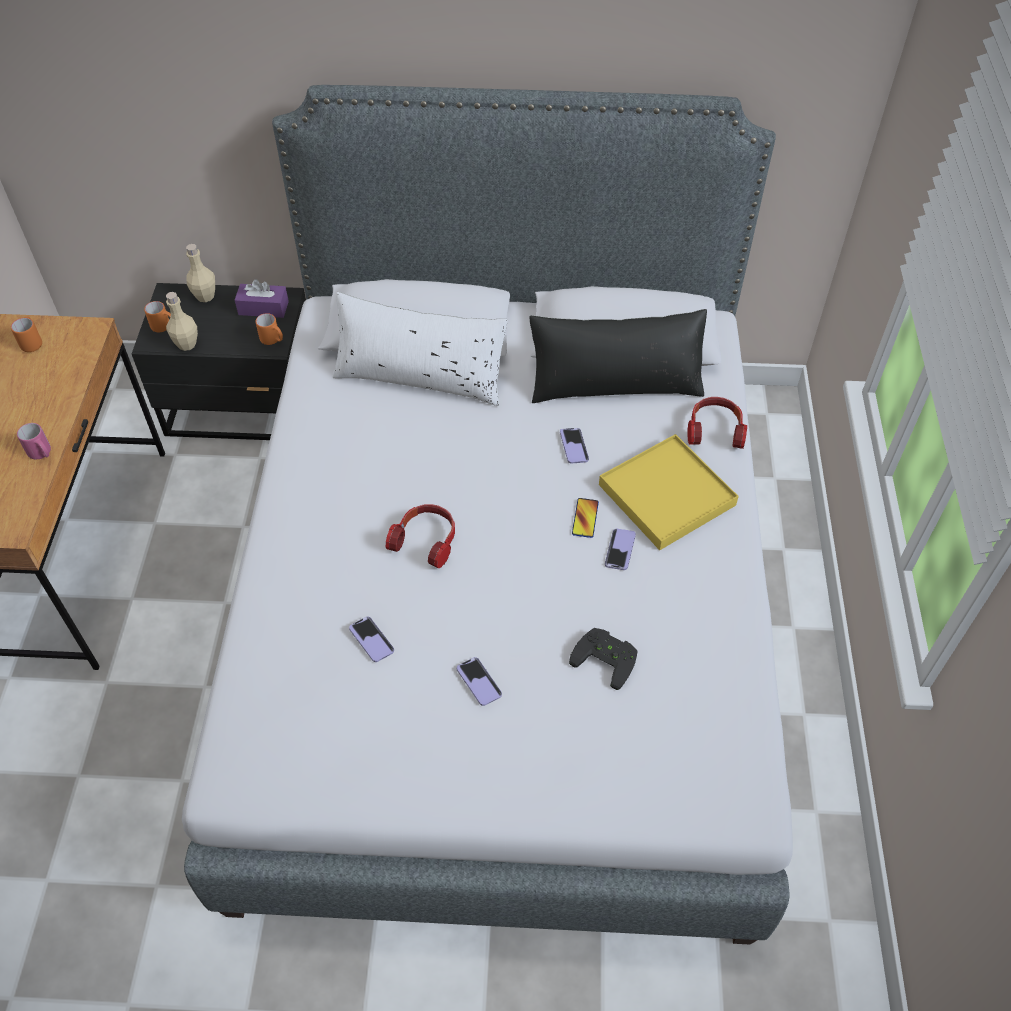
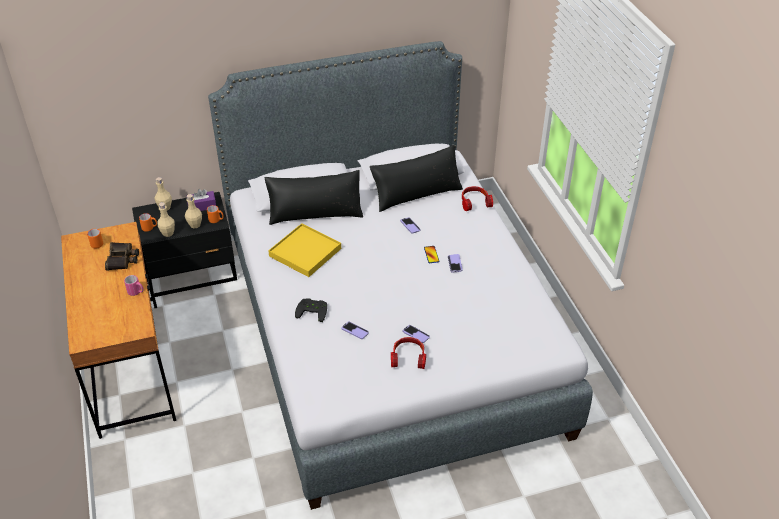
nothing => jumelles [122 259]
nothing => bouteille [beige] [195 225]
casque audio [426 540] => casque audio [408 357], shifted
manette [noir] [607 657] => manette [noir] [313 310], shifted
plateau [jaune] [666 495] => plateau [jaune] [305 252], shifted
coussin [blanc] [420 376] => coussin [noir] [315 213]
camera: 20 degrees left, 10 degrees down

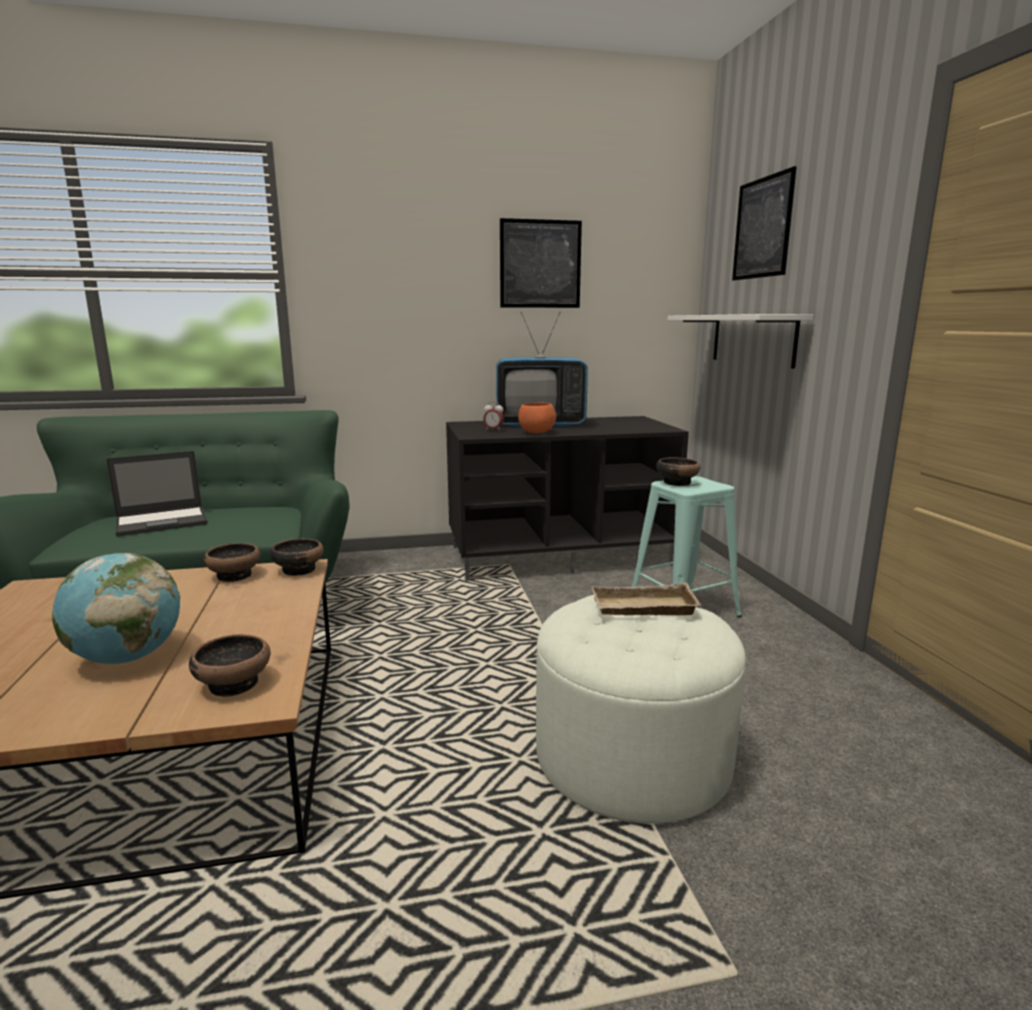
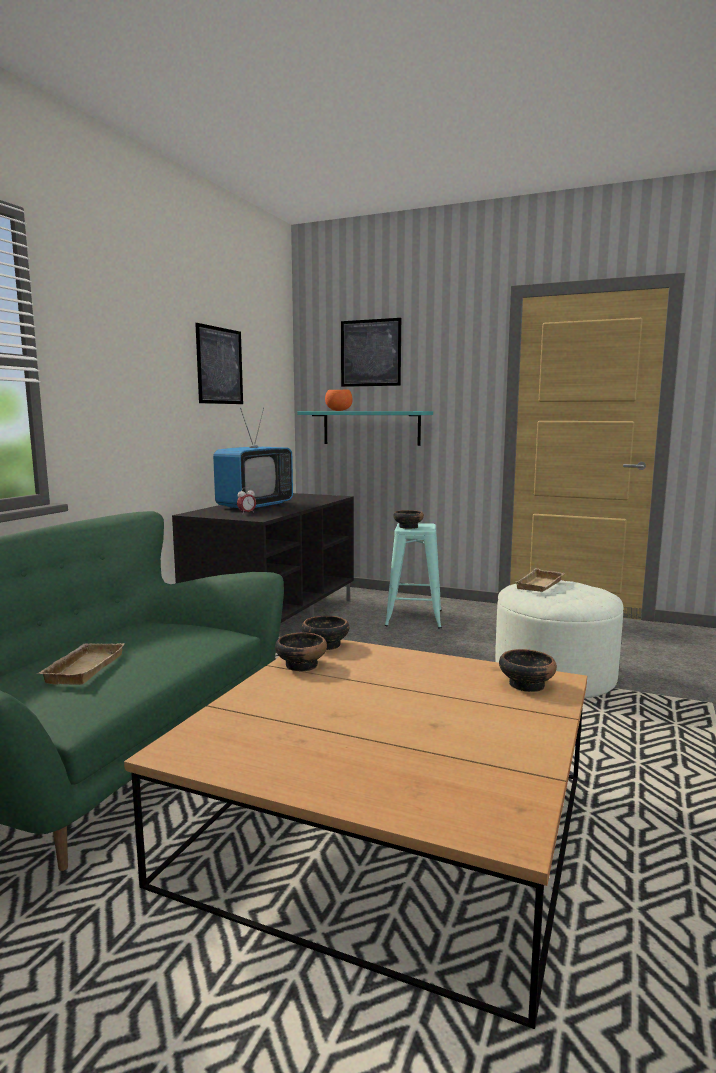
globe [127 658] => nothing
bol [orange] [537 433] => bol [orange] [338 411], shifted
ordinateur portable [163 521] => plateau [beige] [82 668]
étagère [blanc] [752 339] => étagère [turquoise] [371 428]
camera: 55 degrees left, 5 degrees down

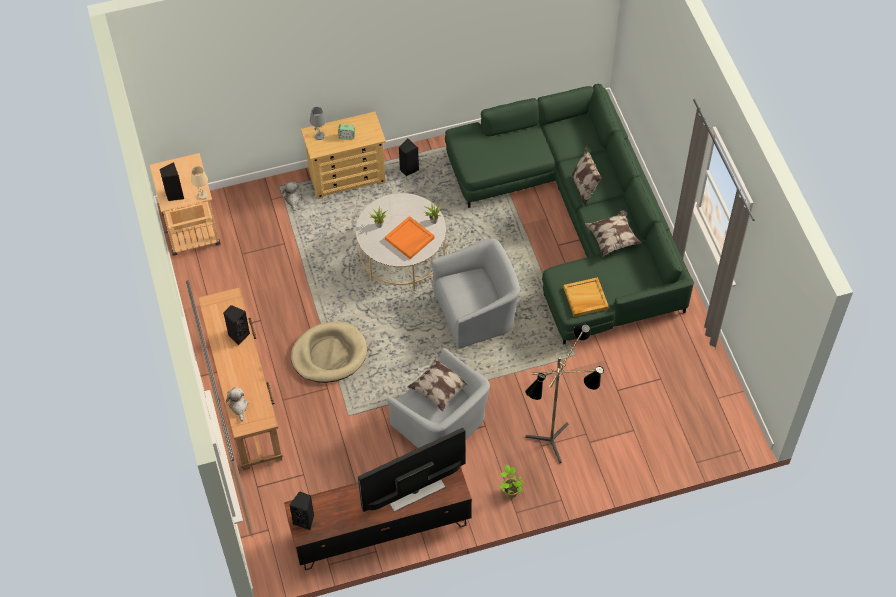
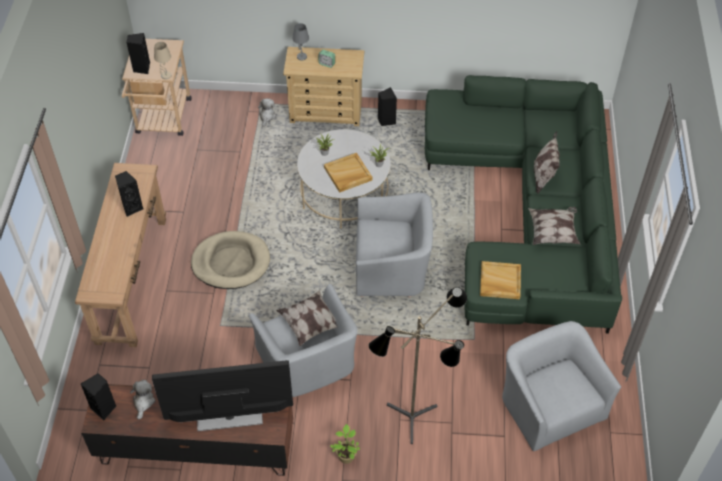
nothing => fauteuil [gris] [550 406]
peluche [238 406] => peluche [143 402], shifted
plateau [orange] [409 239] => plateau [beige] [347 174]
camera: 20 degrees right, 5 degrees down

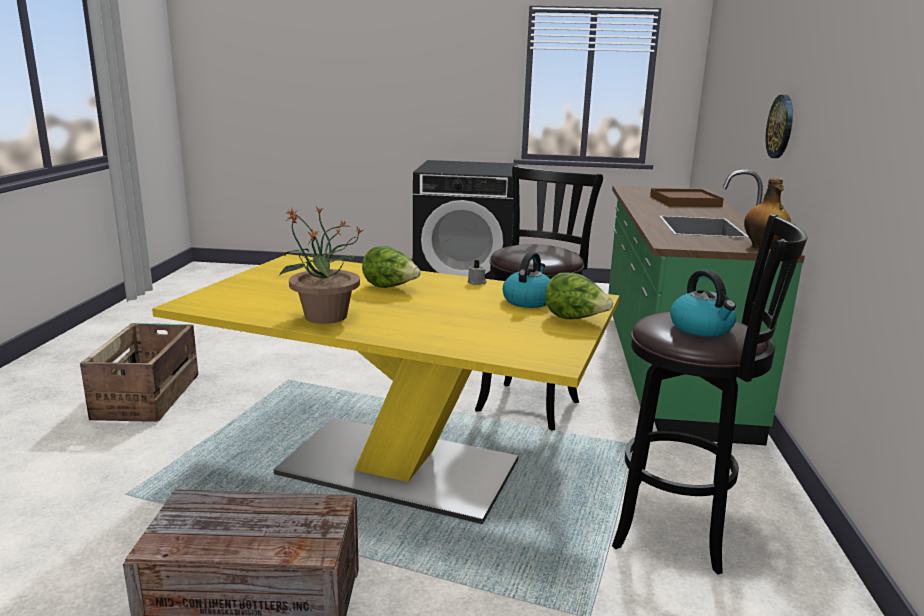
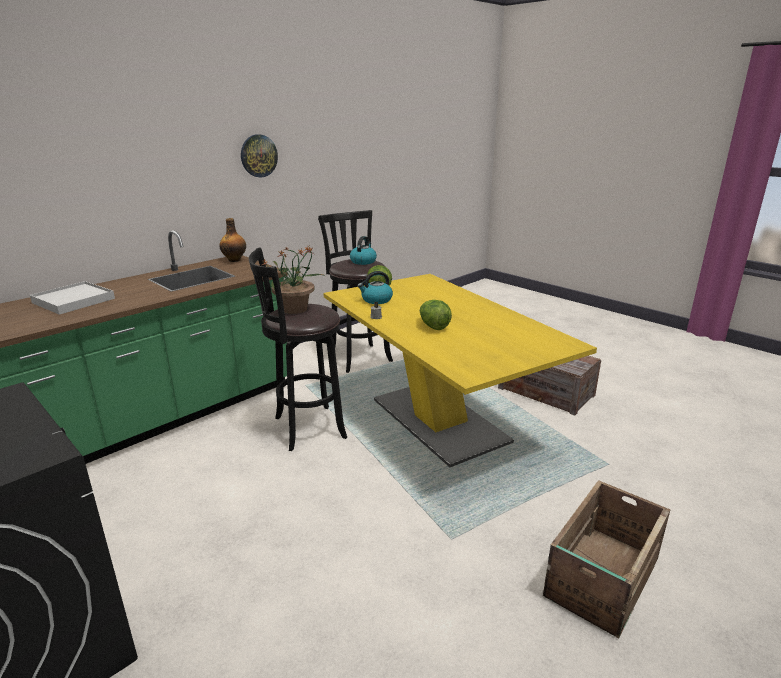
plante en pot [324 317] => plante en pot [295 309], shifted
horloge murale [781 126] => horloge murale [258 156], shifted
plateau [marron] [685 201] => plateau [blanc] [74 300]
camera: 140 degrees left, 5 degrees up

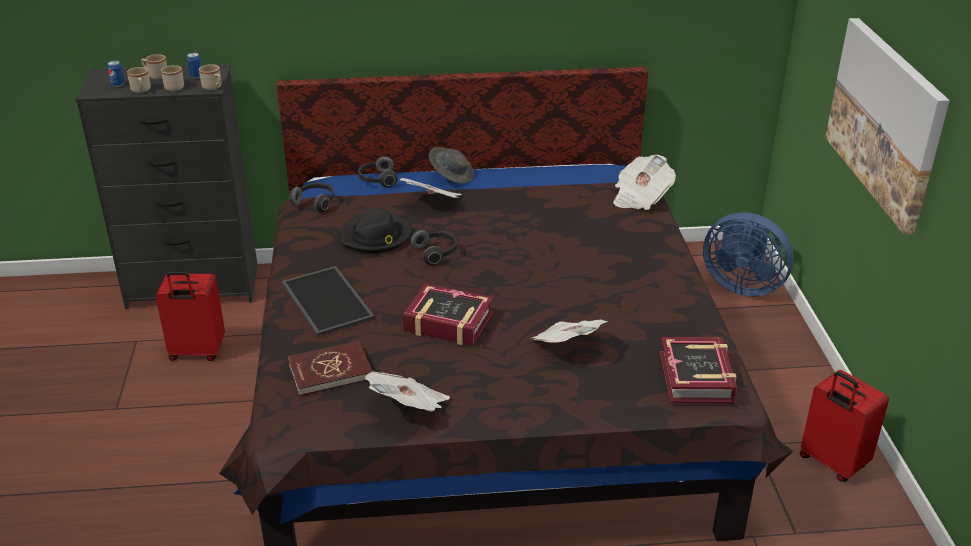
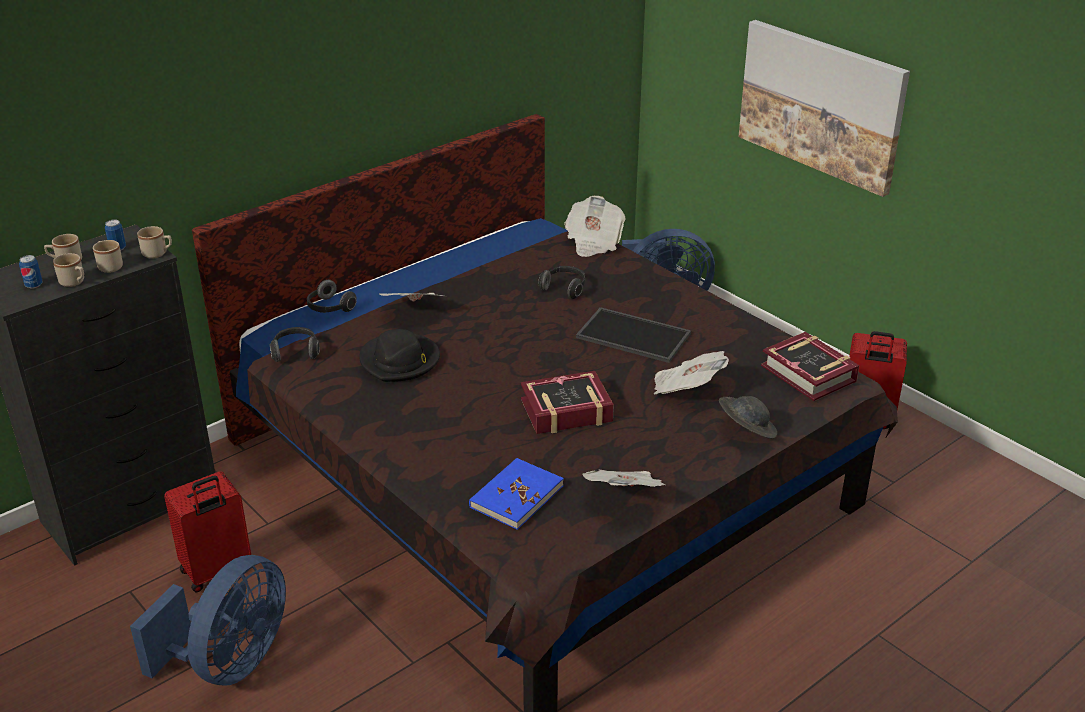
nothing => ventilateur [bleu] [230 663]
plateau [325 301] => plateau [631 336], shifted
casque audio [436 253] => casque audio [564 288], shifted
chapeau [gris] [451 175] => chapeau [gris] [746 430], shifted
livre [rouge] [330 371] => livre [bleu] [516 496]
camera: 35 degrees left, 0 degrees up

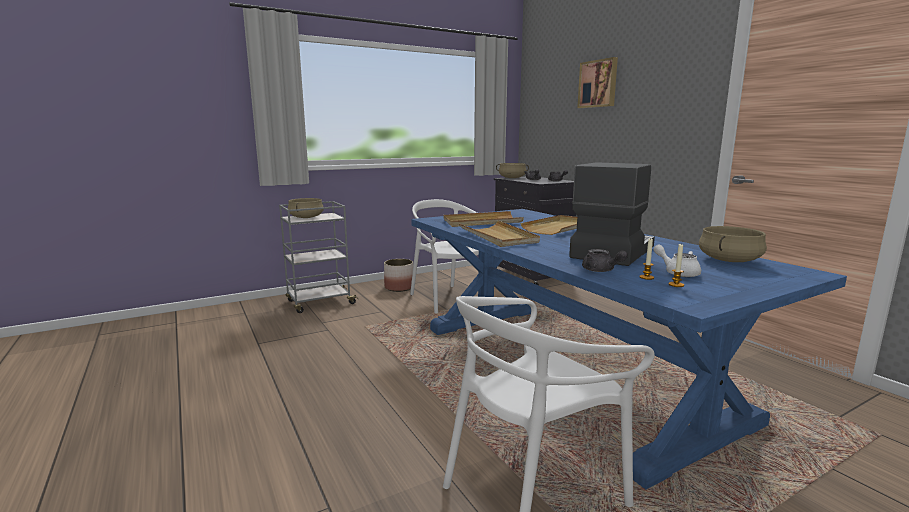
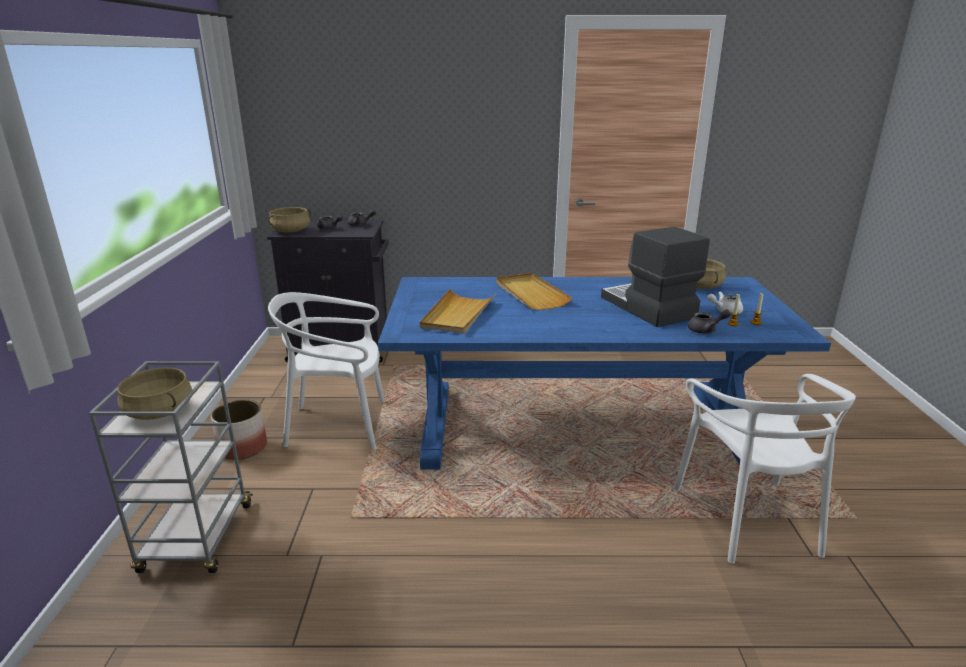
plateau [beige] [498 237] => nothing
tableau [598 84] => nothing
camera: 60 degrees left, 10 degrees up

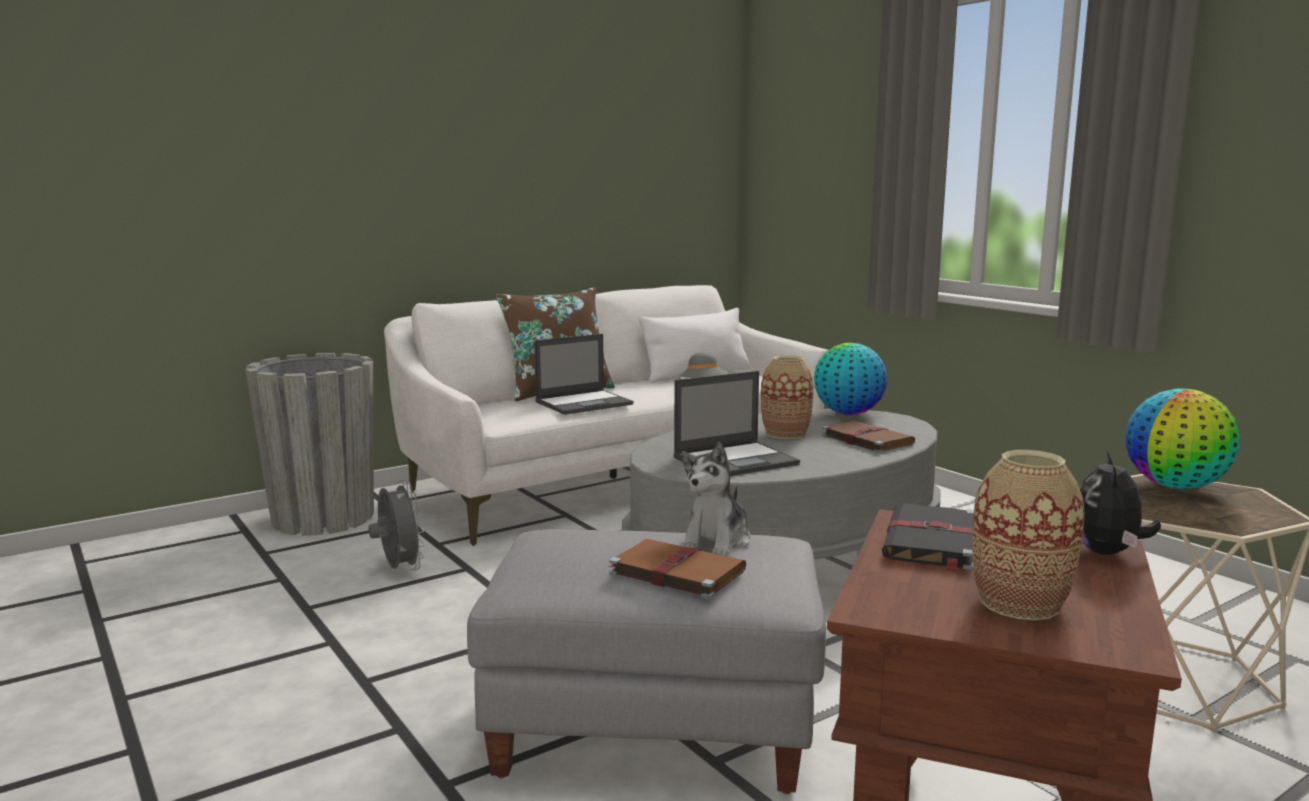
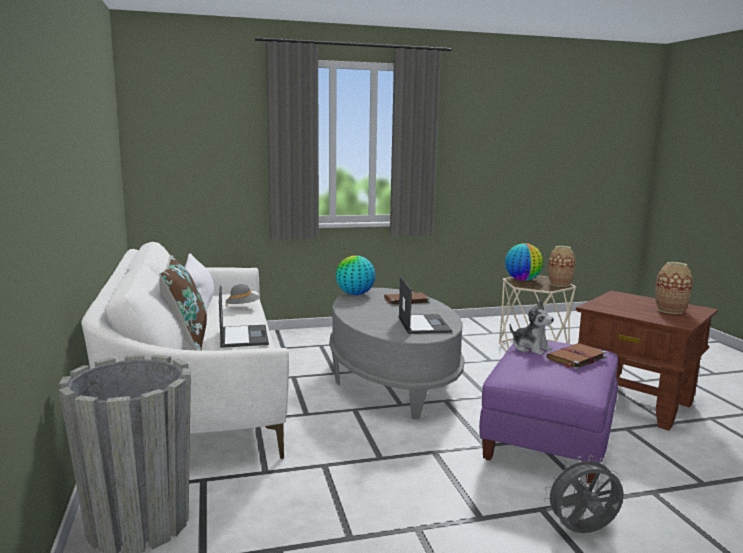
livre [noir] [931 542] => nothing
peluche [1108 552] => nothing
ventilateur [gris] [399 569] => ventilateur [gris] [582 532], shifted
vase [786 434] => vase [559 284], shifted
pouf [gris] [652 724] => pouf [violet] [549 441]
camera: 70 degrees left, 0 degrees up

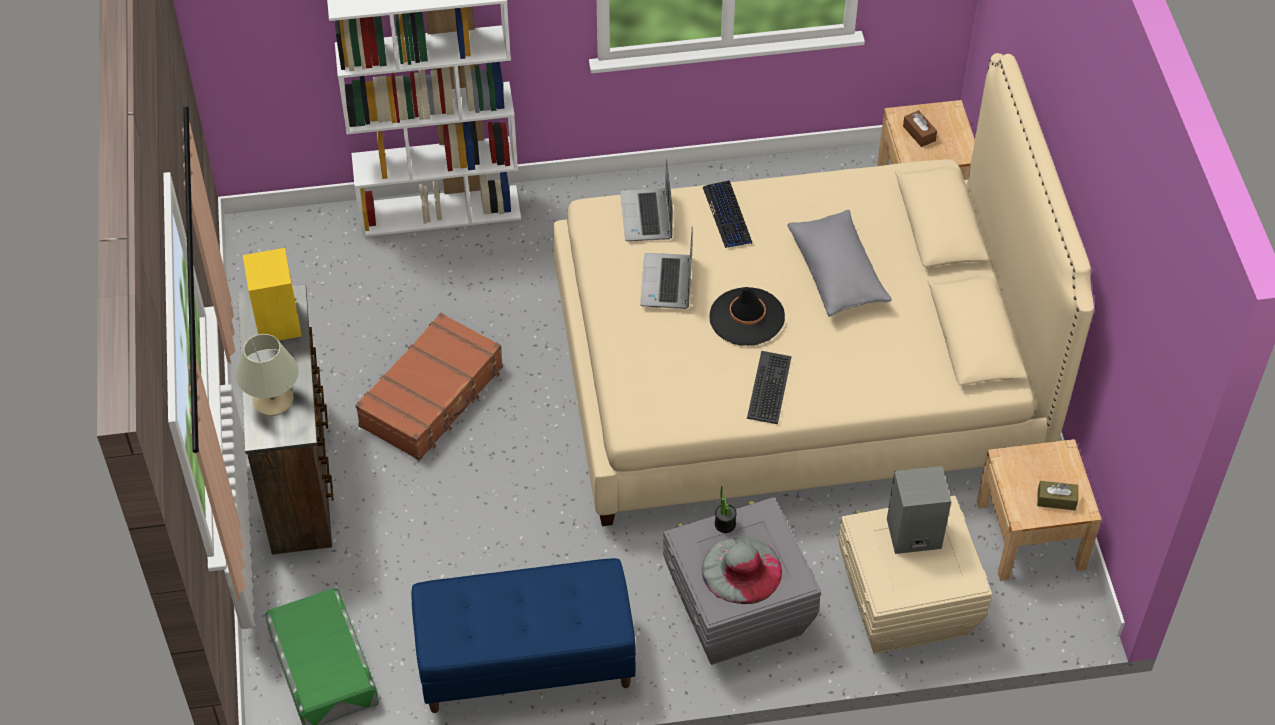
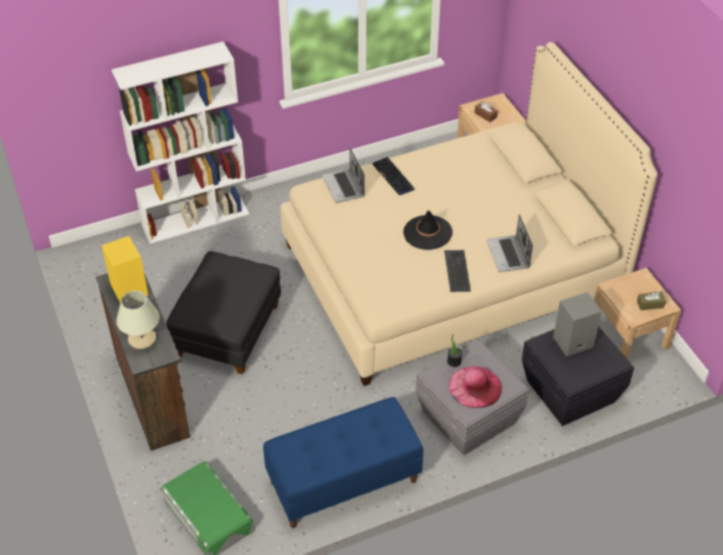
coussin [gris] [837 274] => nothing
ordinateur portable [667 283] => ordinateur portable [508 255], shifted
valise [marron] [433 397] => pouf [noir] [227 330]
chapeau [gris] [741 570] => chapeau [rose] [475 387]
boîte de rangement [beige] [905 603] => boîte de rangement [noir] [569 391]
camera: 15 degrees left, 5 degrees down

